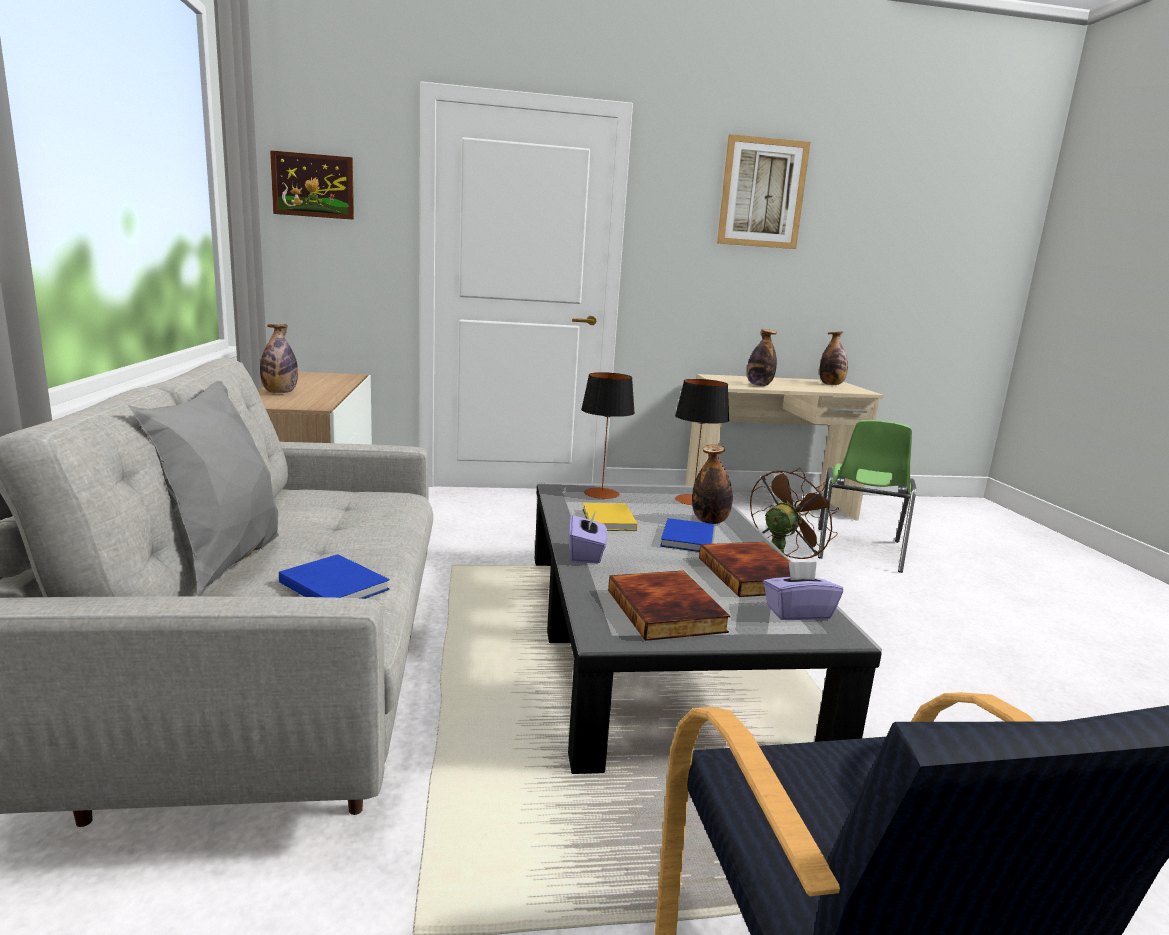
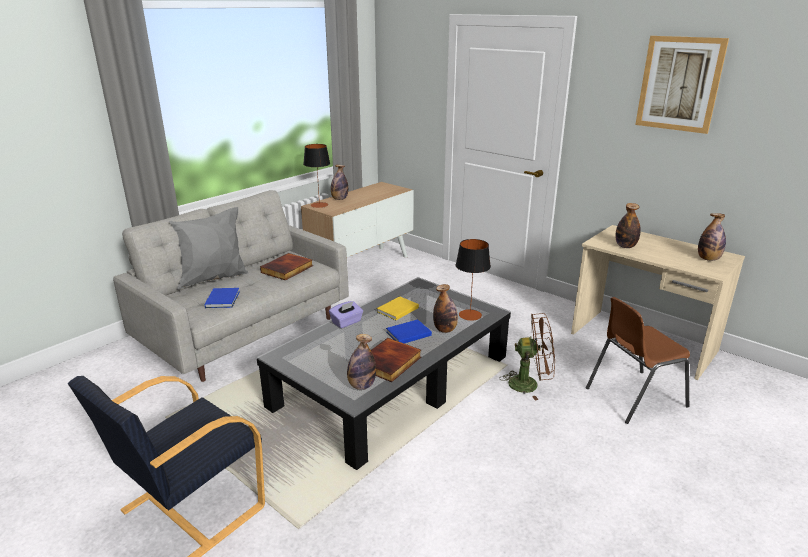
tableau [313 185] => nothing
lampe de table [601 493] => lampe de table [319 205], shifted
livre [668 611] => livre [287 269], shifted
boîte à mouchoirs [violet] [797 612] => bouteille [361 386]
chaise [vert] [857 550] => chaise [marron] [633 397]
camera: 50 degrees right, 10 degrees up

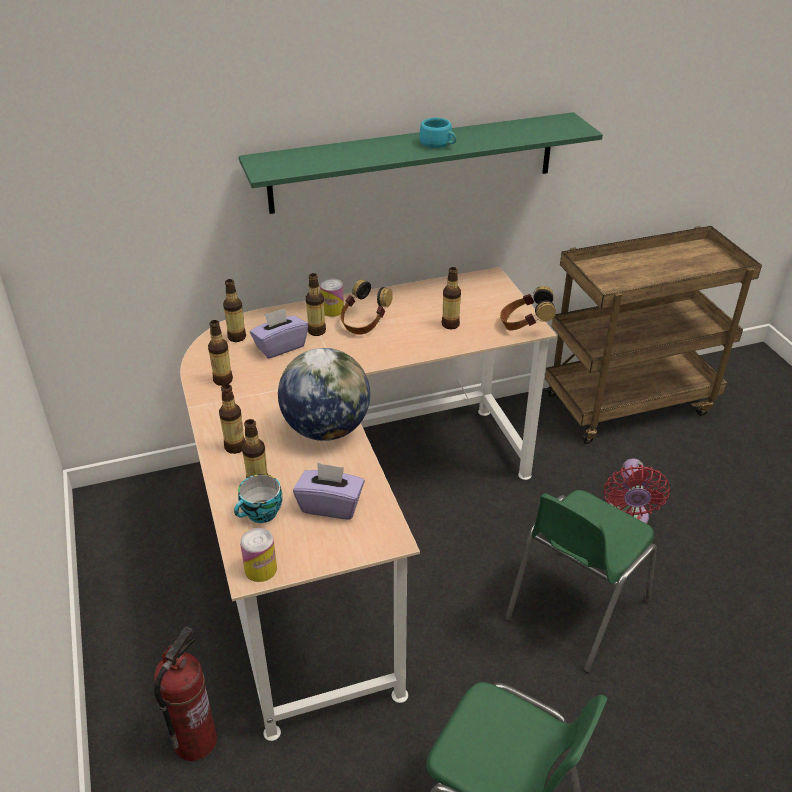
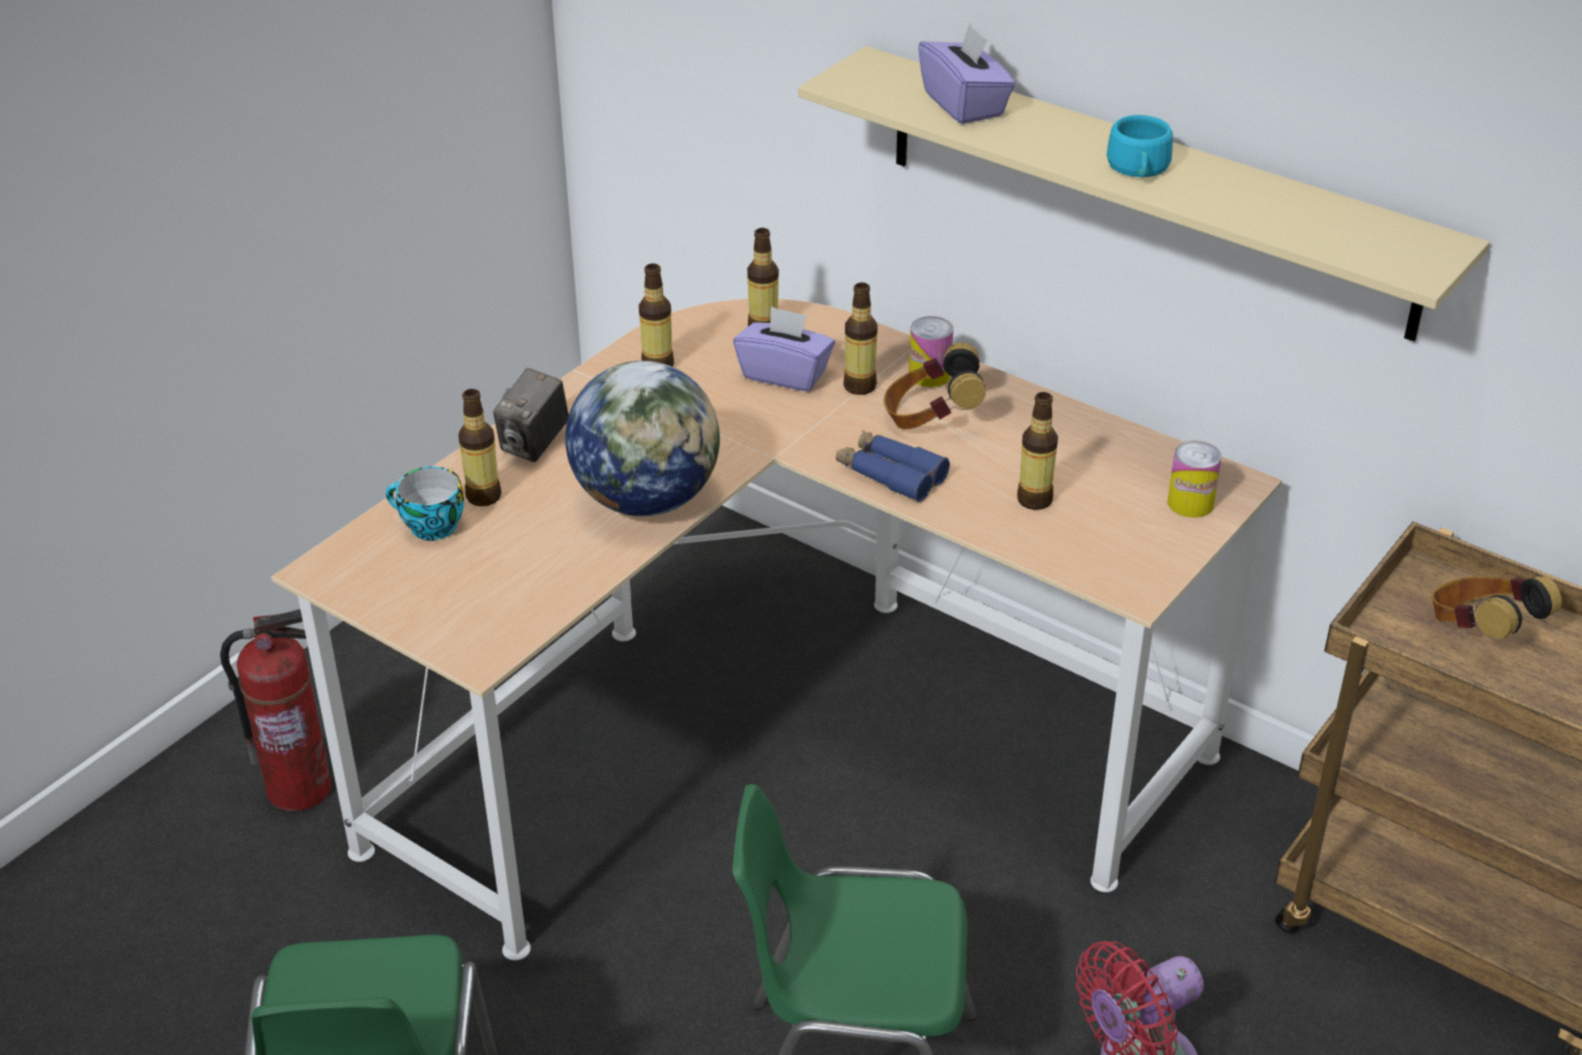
nothing => jumelles [bleu] [890 474]
boîte métallique [261 569] => boîte métallique [1190 503], shifted
boîte à mouchoirs [violet] [330 505] => boîte à mouchoirs [violet] [964 104], shifted
casque audio [525 326] => casque audio [1480 632], shifted
bouteille [235 447] => appareil photo [534 444]
étagère [vert] [414 162] => étagère [beige] [1146 191]
camera: 55 degrees right, 0 degrees up

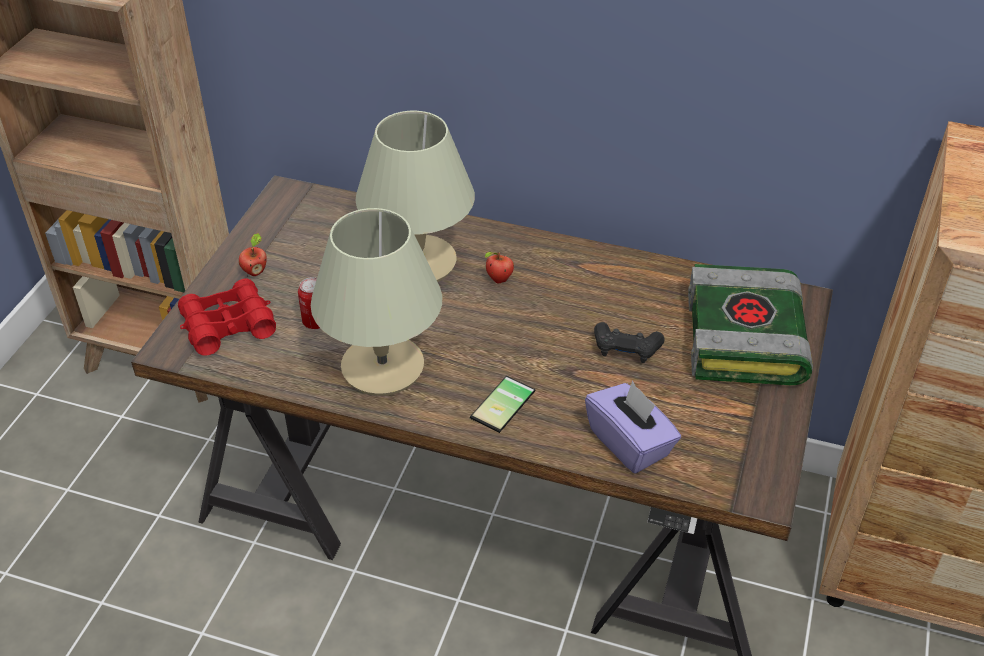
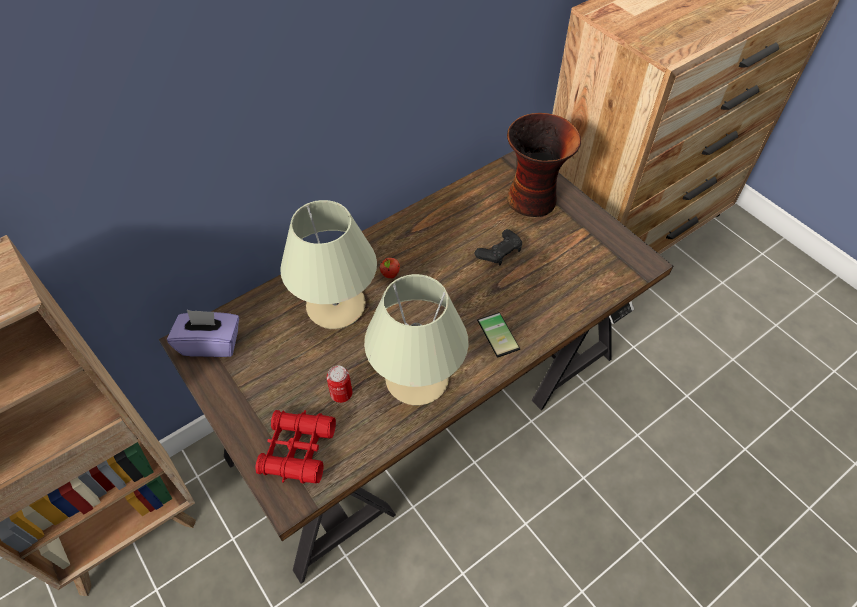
pomme [255 271] => nothing
boîte à mouchoirs [violet] [630 443] => boîte à mouchoirs [violet] [211 343], shifted
livre [747 340] => vase [533 199]
camera: 55 degrees left, 10 degrees up

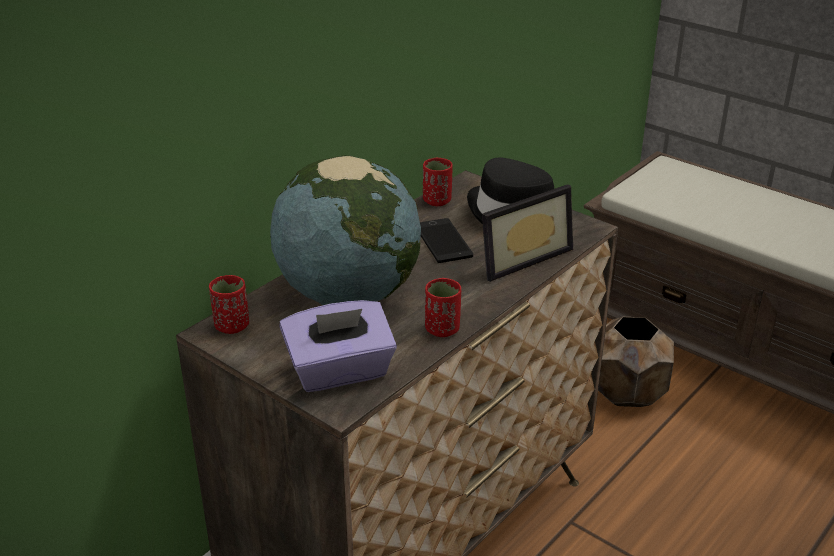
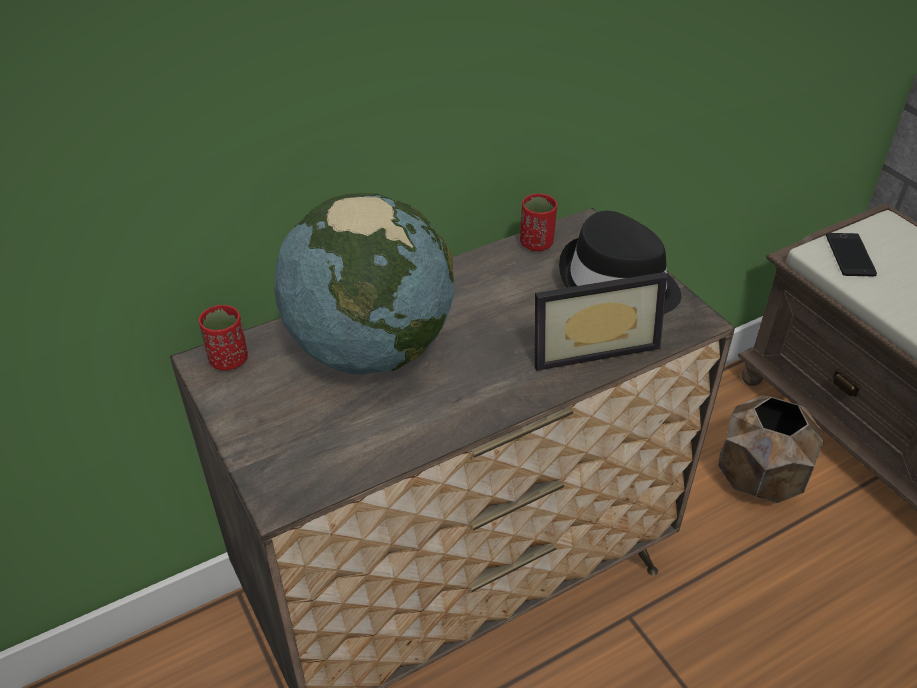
boîte à mouchoirs [violet] [340 372] => nothing
tasse [rouge] [442 329] => nothing
téléphone [443 241] => téléphone [850 255], shifted
camera: 20 degrees right, 10 degrees up

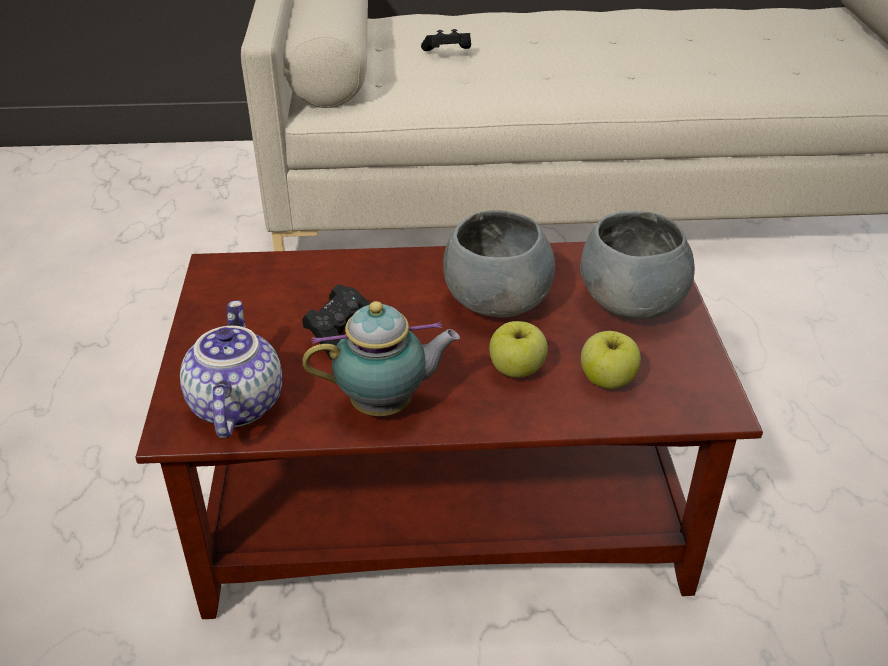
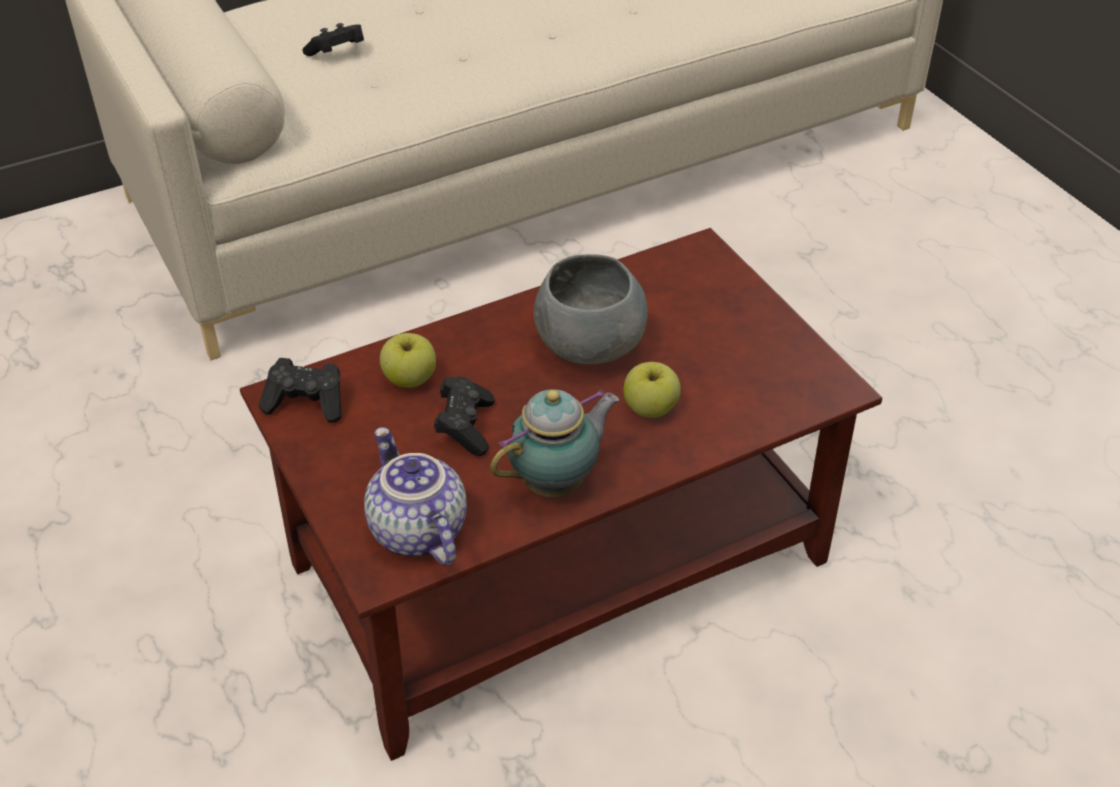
bol [gris] [631 302] => nothing
nothing => manette [noir] [307 403]
pomme [607 380] => pomme [410 379], shifted
camera: 25 degrees left, 5 degrees up

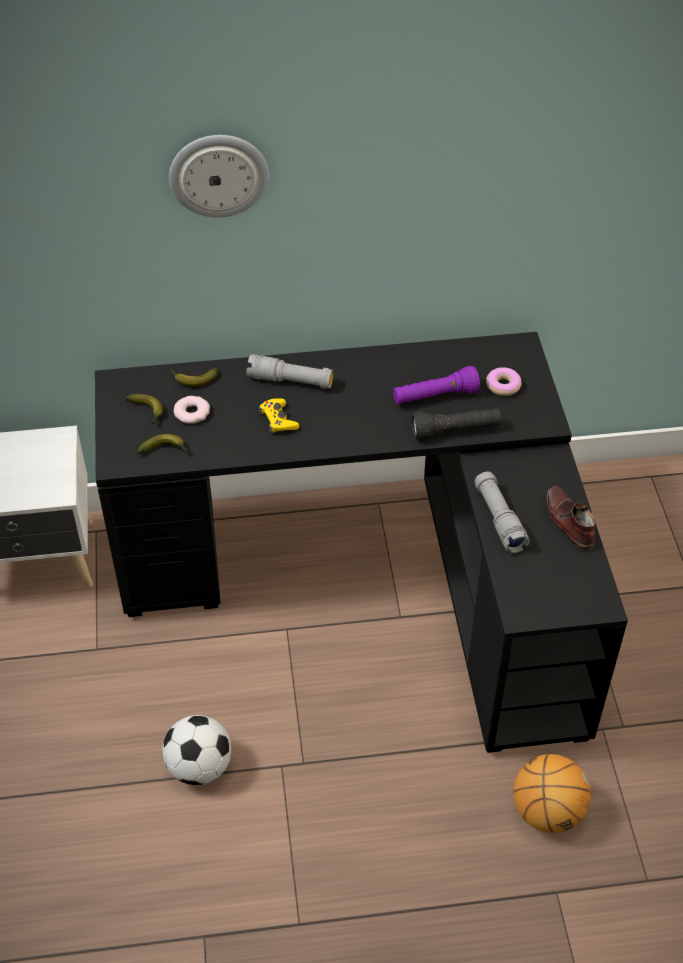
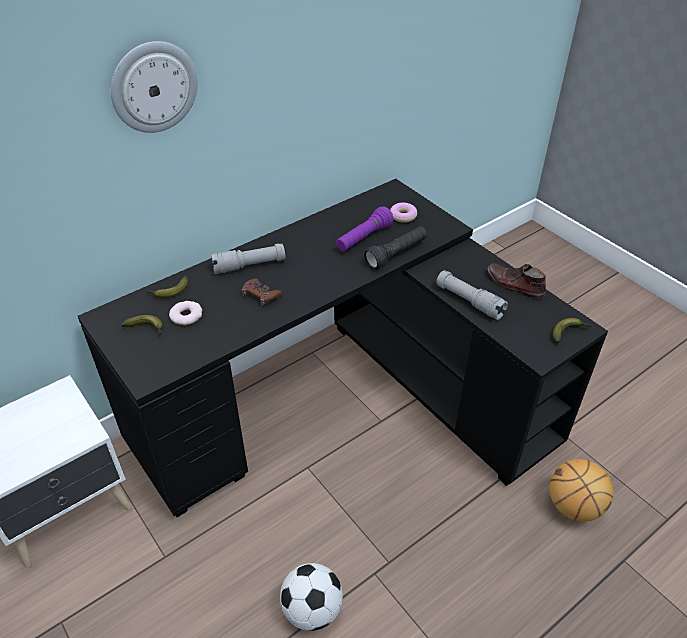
banane [165 450] => banane [568 332], shifted
manette [jaune] [278 420] => manette [marron] [261 295]
camera: 30 degrees left, 5 degrees down

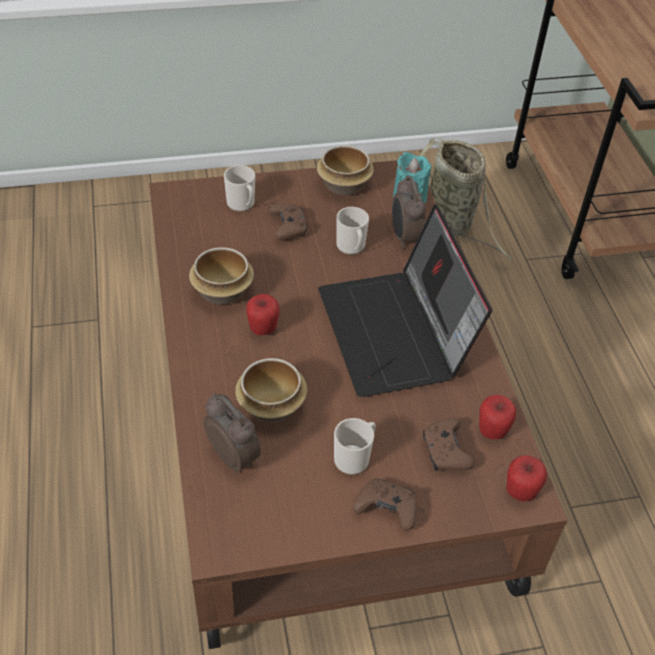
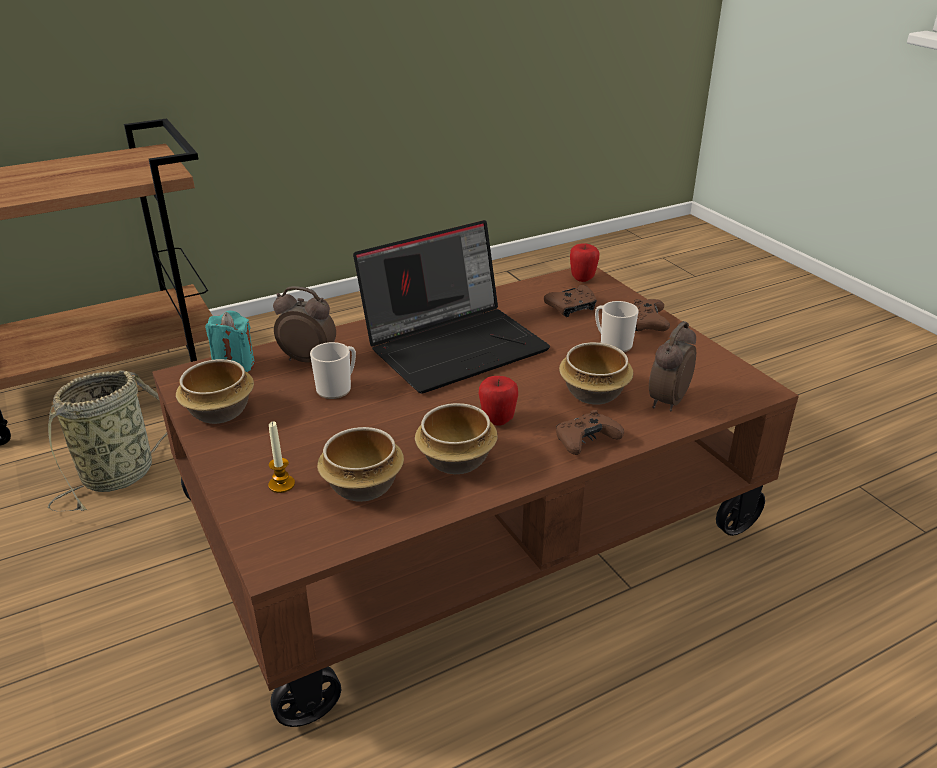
pomme [492 431] => nothing
nothing => bol [362 488]
manette [marron] [288 228] => manette [marron] [585 441], shifted
mug [242 204] => bougie [281 484]
réveil [404 238] => réveil [308 359], 135 degrees counterclockwise
camera: 105 degrees left, 15 degrees down

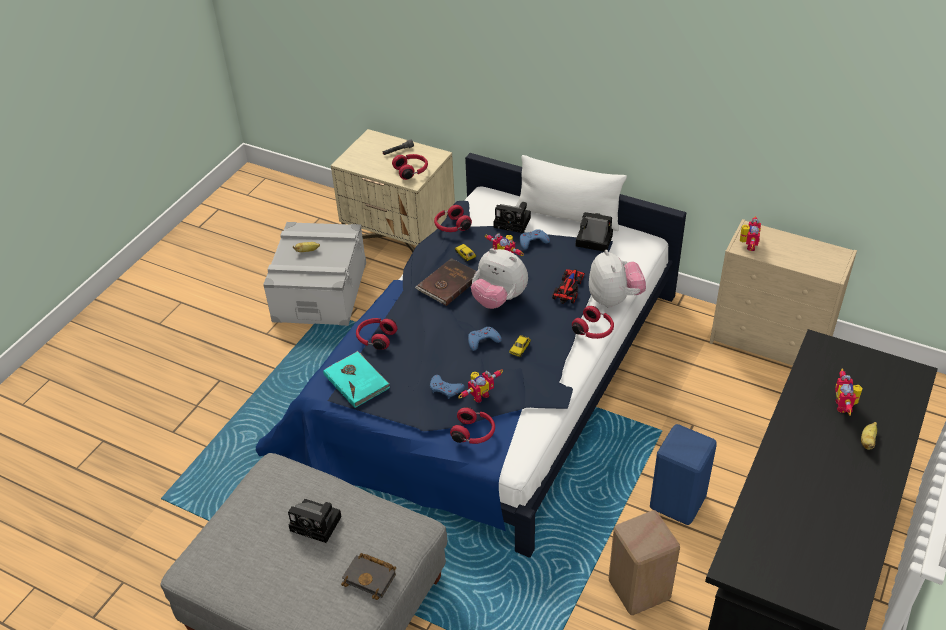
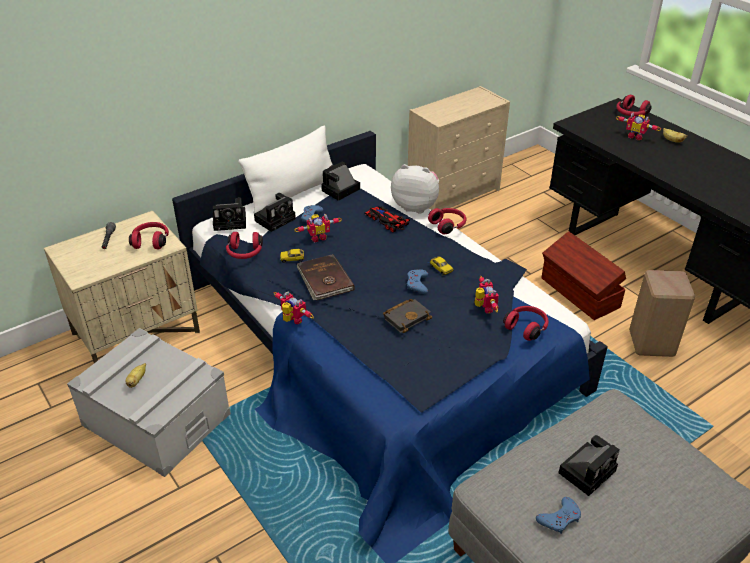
livre [turquoise] [357 380] => nothing
peluche [499 299] => nothing
nothing => appareil photo [231 221]
livre [noir] [371 577] => livre [noir] [407 317], shifted
casque audio [rouge] [376 338] => casque audio [rouge] [630 114], shifted
manette [bleu] [445 389] => manette [bleu] [559 518], shifted
robot jouet [747 245] => robot jouet [292 321], shifted
tabouret [bleu] [678 504] => boîte de rangement [marron] [579 293]
camera: 65 degrees left, 5 degrees down

